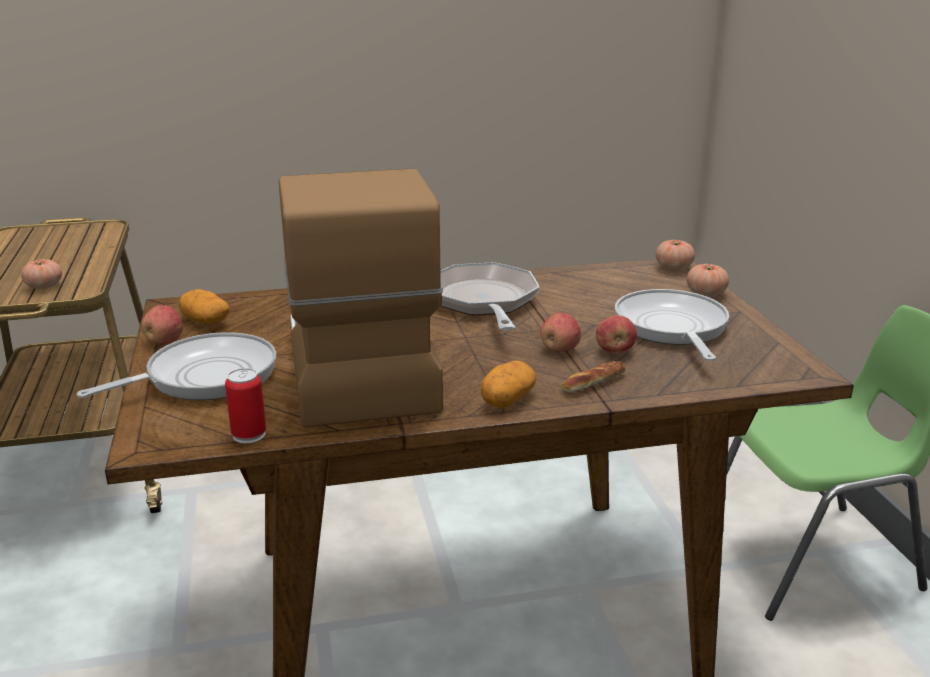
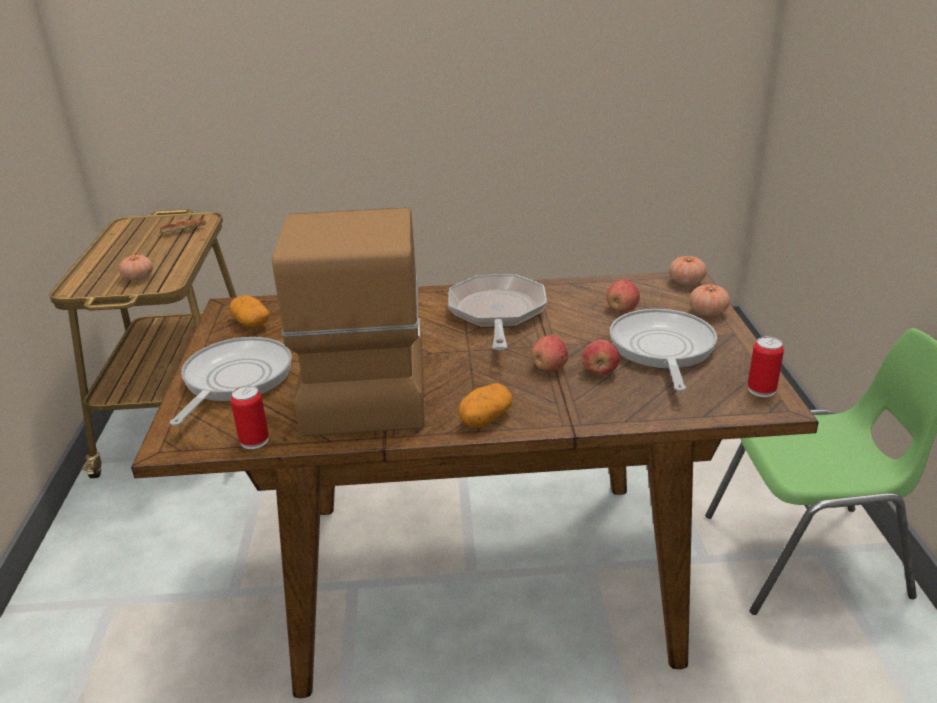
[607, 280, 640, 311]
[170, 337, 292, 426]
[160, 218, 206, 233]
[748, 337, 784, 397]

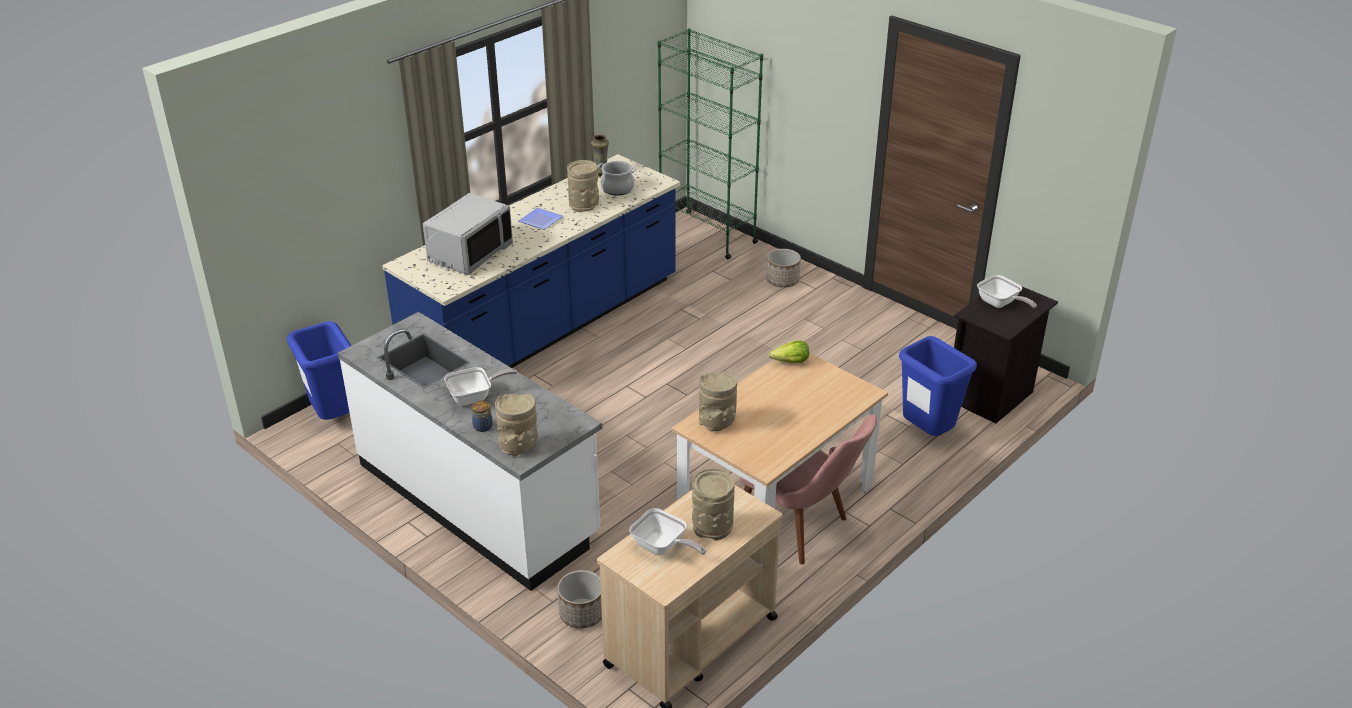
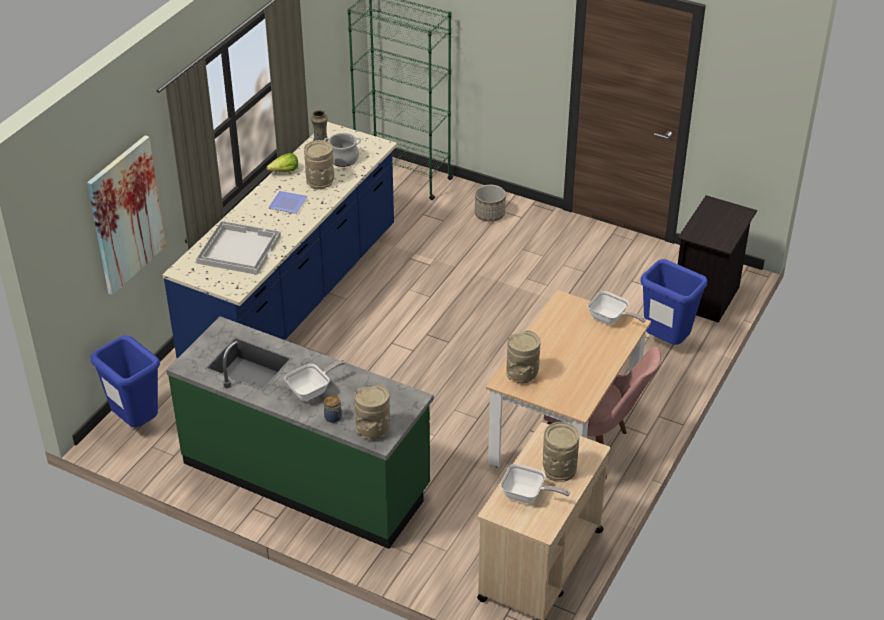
[196, 221, 281, 275]
[587, 291, 646, 325]
[166, 316, 434, 549]
[267, 153, 298, 172]
[557, 570, 602, 628] (first image)
[87, 135, 166, 295]

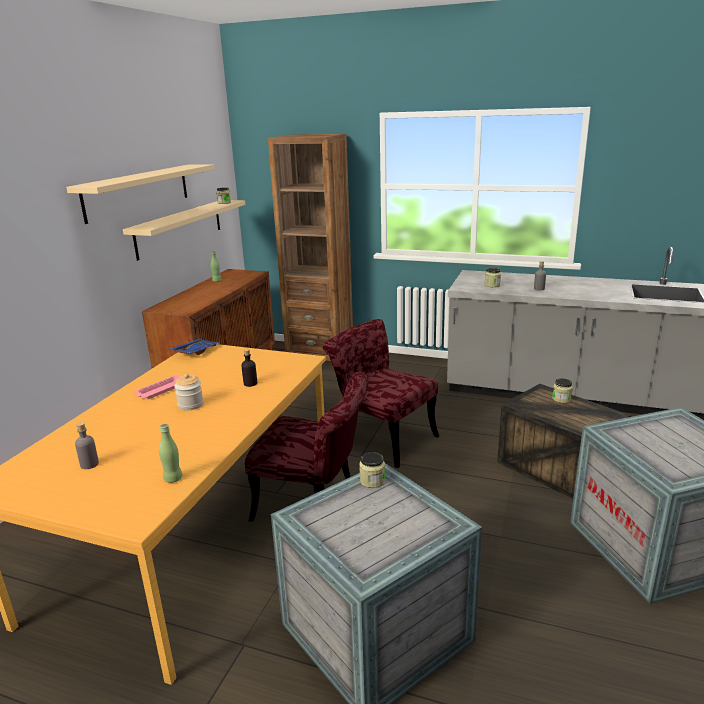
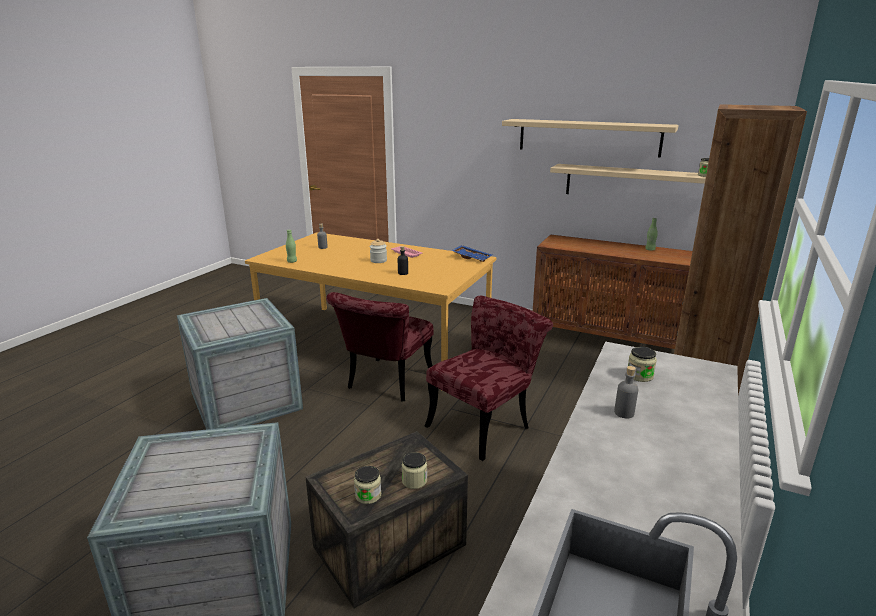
[354, 466, 381, 504]

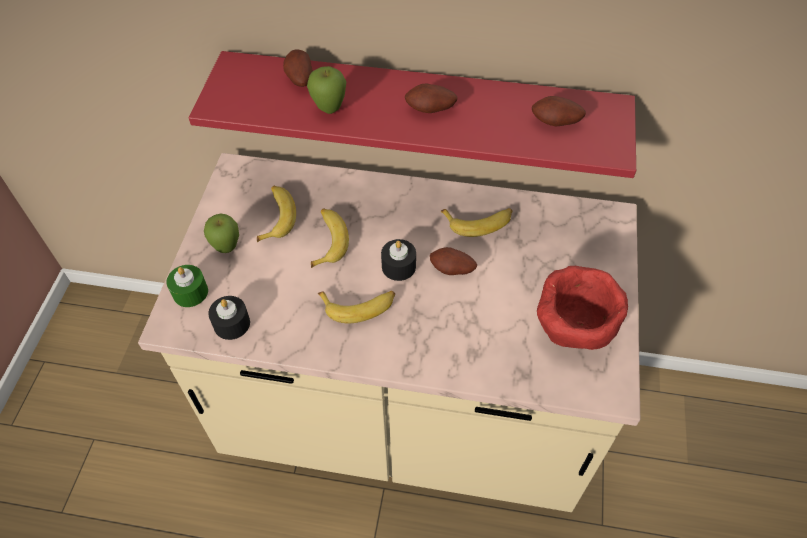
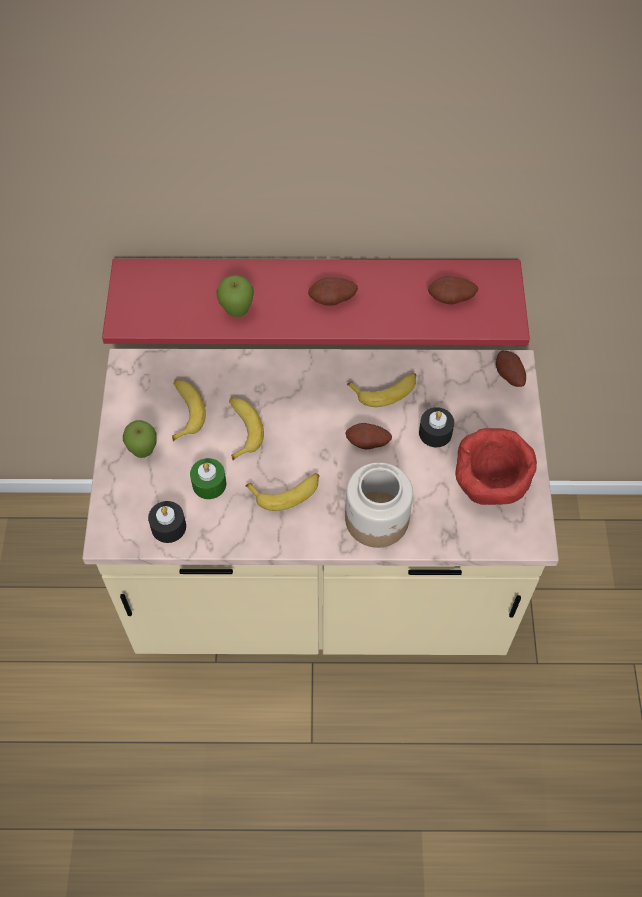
[496, 350, 526, 387]
[419, 407, 454, 447]
[190, 458, 226, 499]
[345, 462, 413, 548]

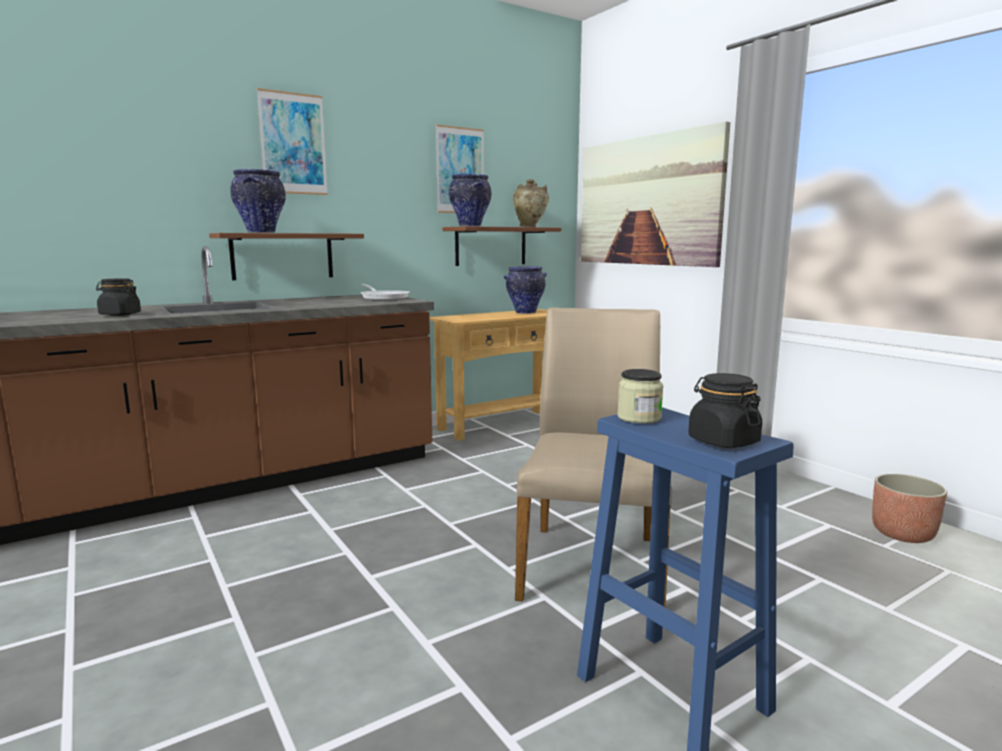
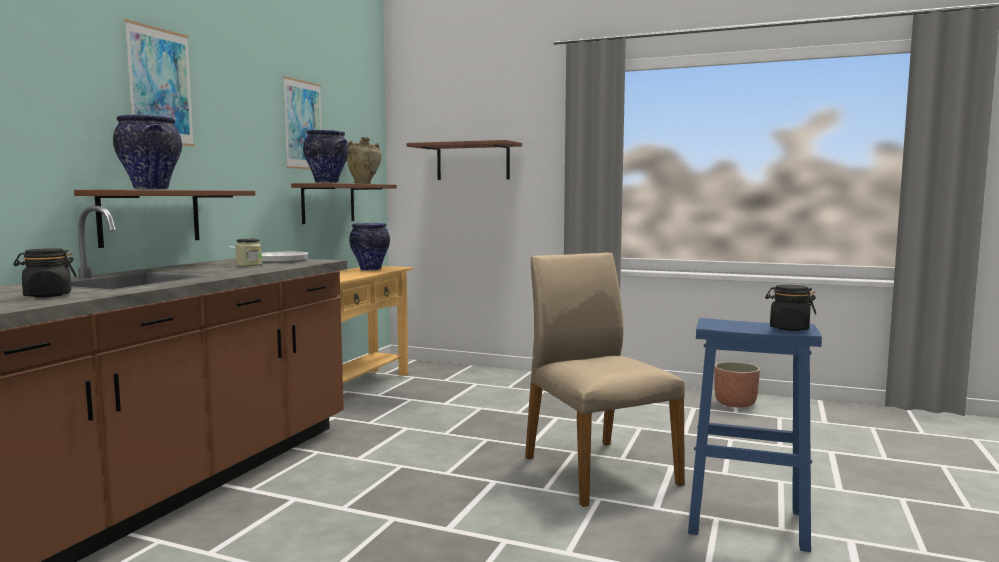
[406, 140, 522, 180]
[236, 239, 262, 266]

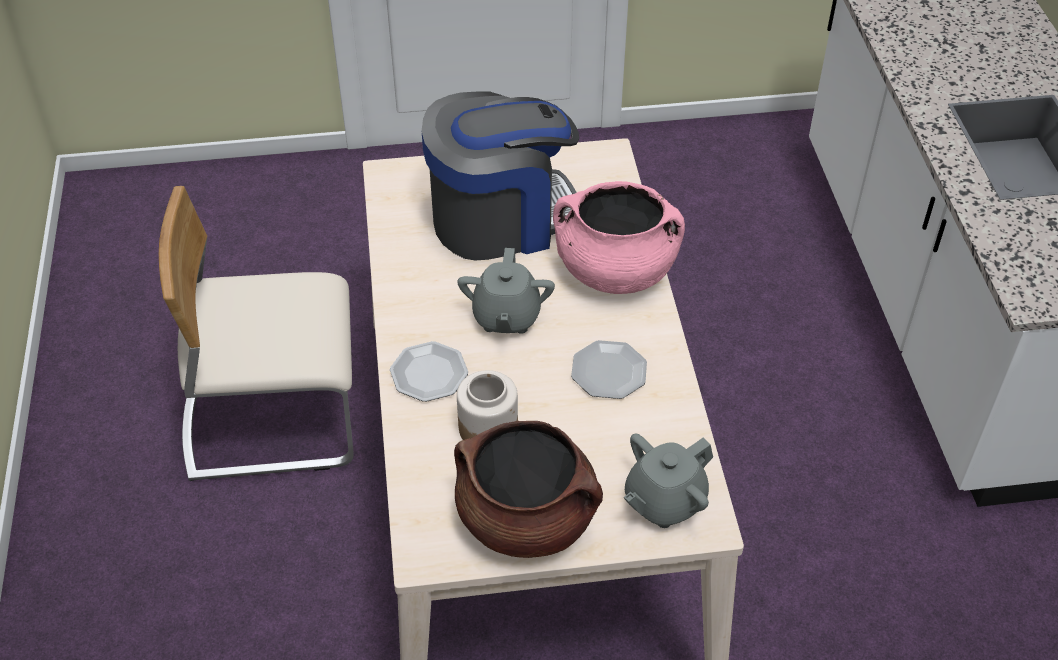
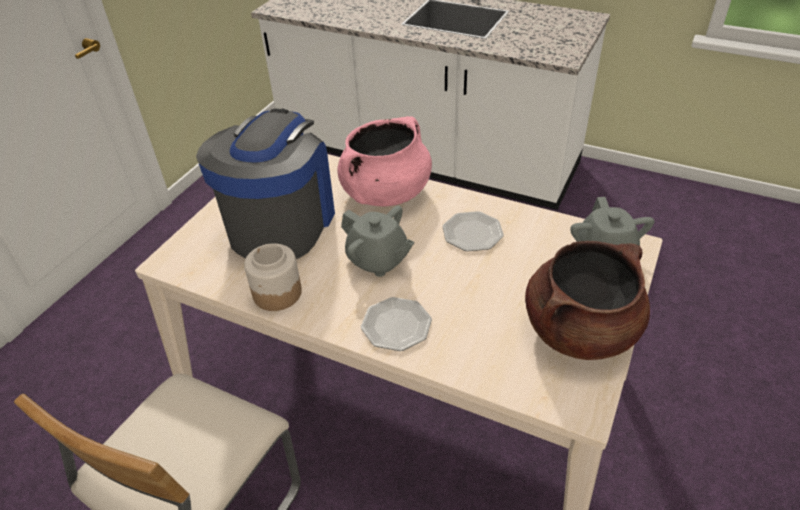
[244, 243, 302, 311]

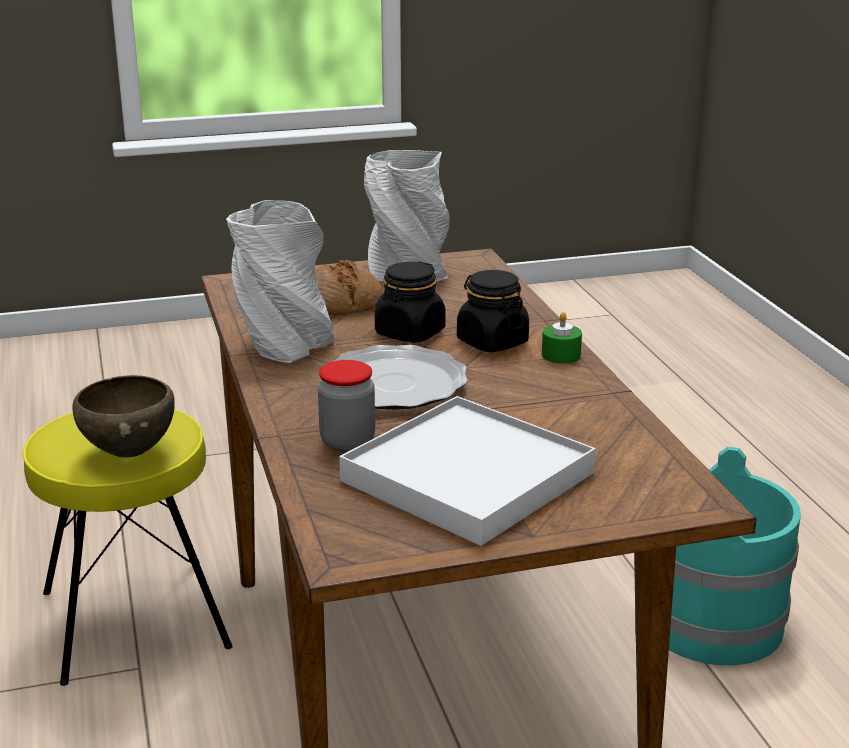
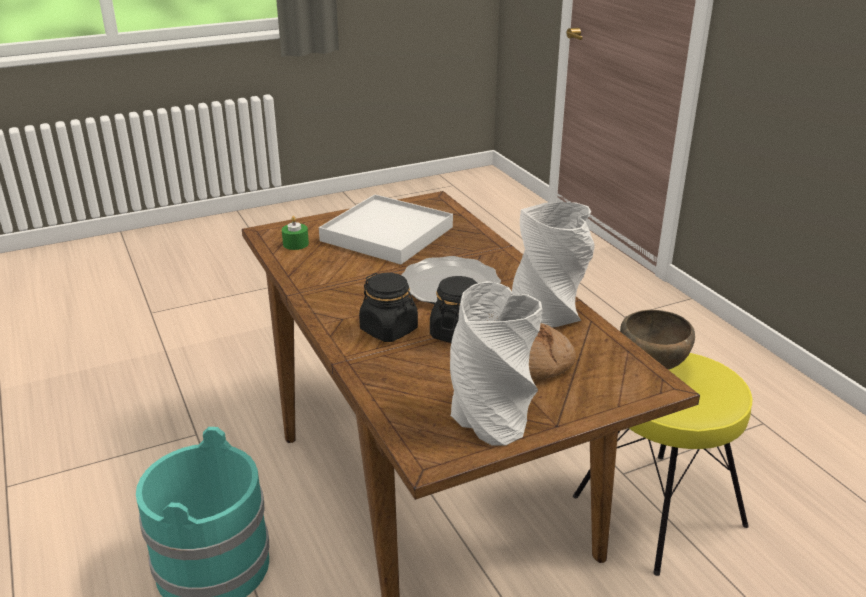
[282, 216, 309, 250]
[318, 360, 375, 452] (first image)

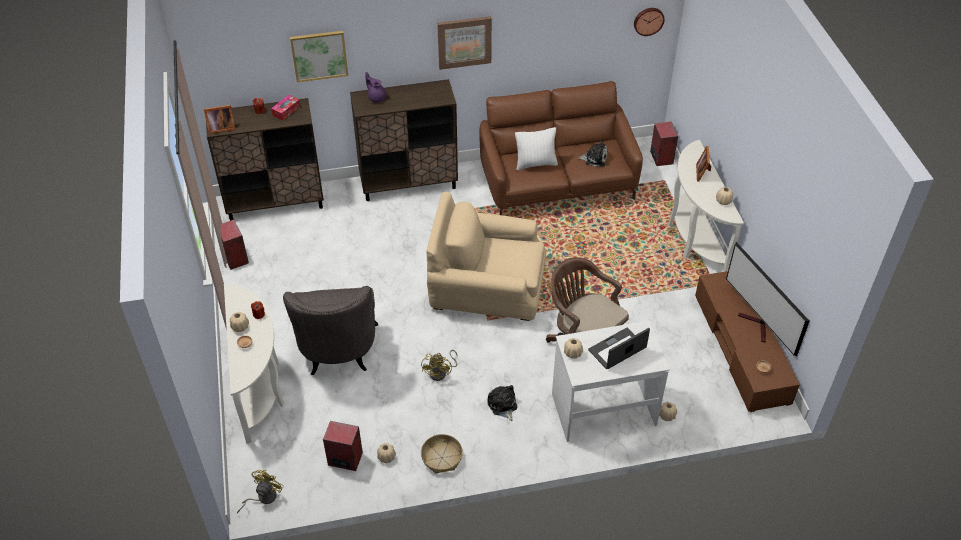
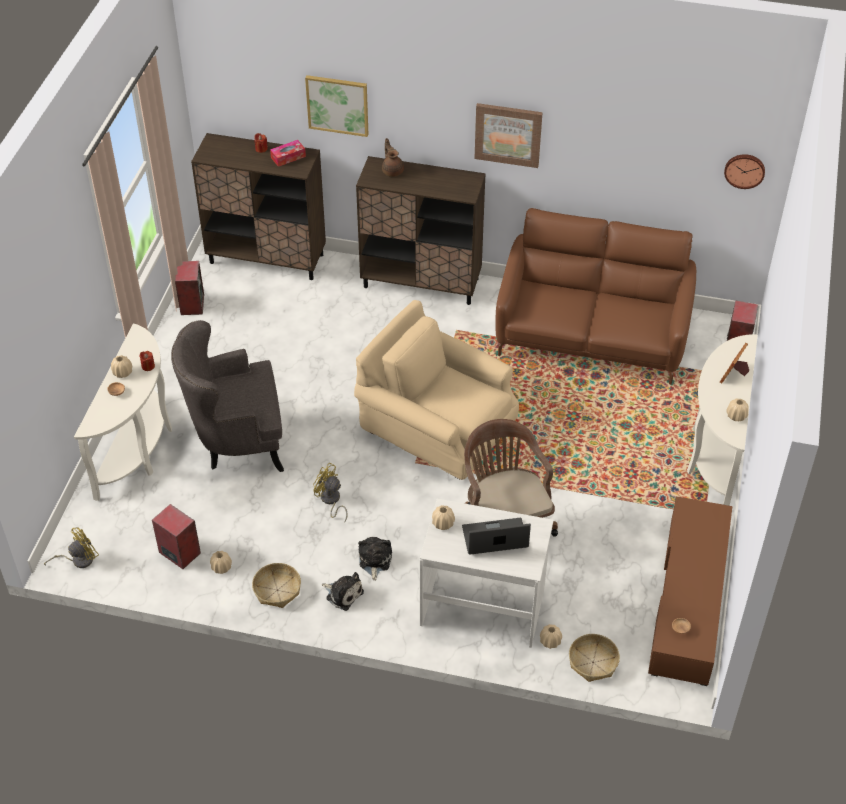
[382, 138, 404, 177]
[204, 105, 236, 134] (first image)
[515, 127, 558, 170] (first image)
[322, 572, 364, 611]
[726, 242, 809, 356] (first image)
[171, 320, 284, 472]
[313, 463, 348, 523]
[569, 634, 620, 682]

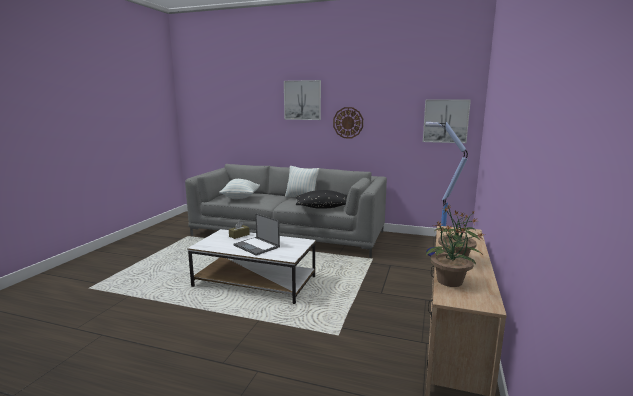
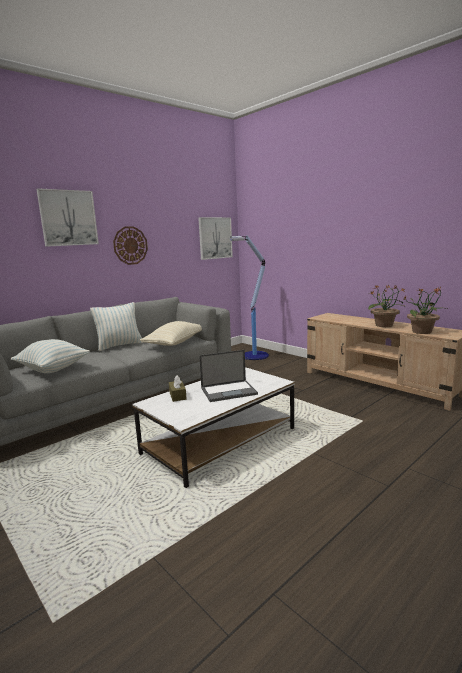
[140, 321, 202, 346]

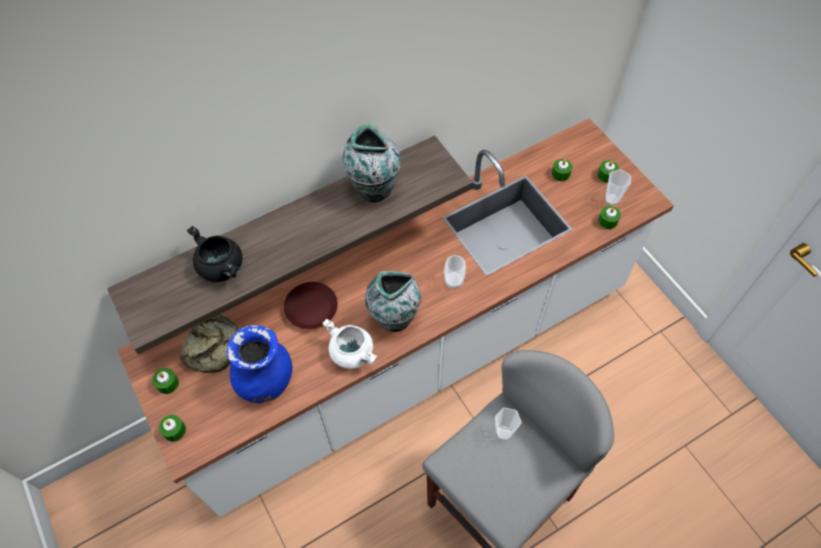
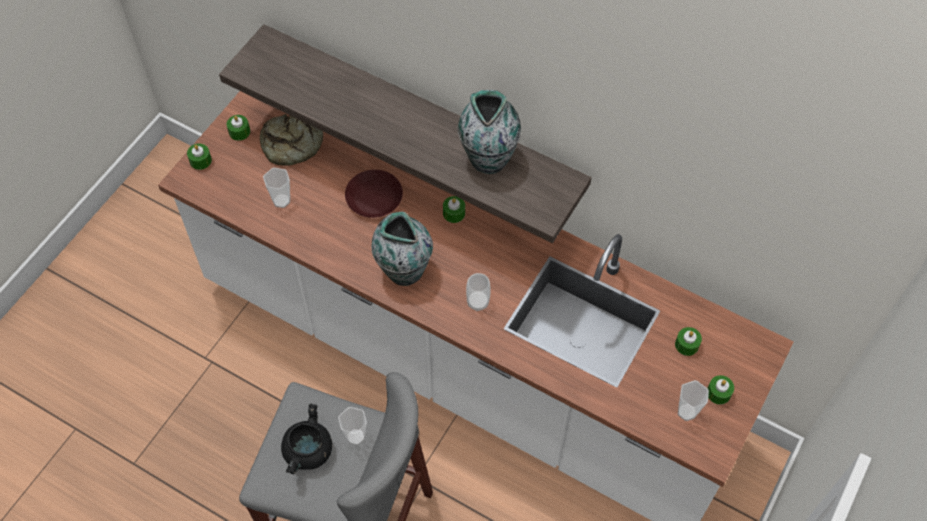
[443, 196, 465, 223]
[281, 403, 332, 474]
[322, 319, 377, 369] (first image)
[263, 168, 290, 208]

